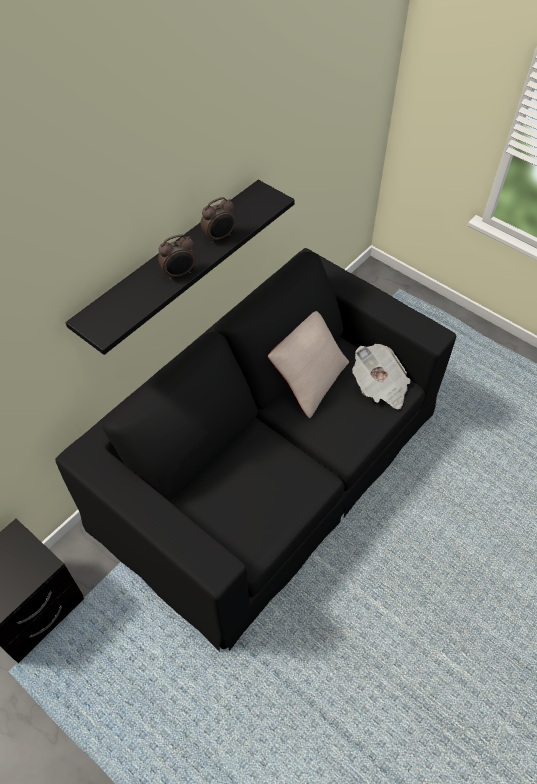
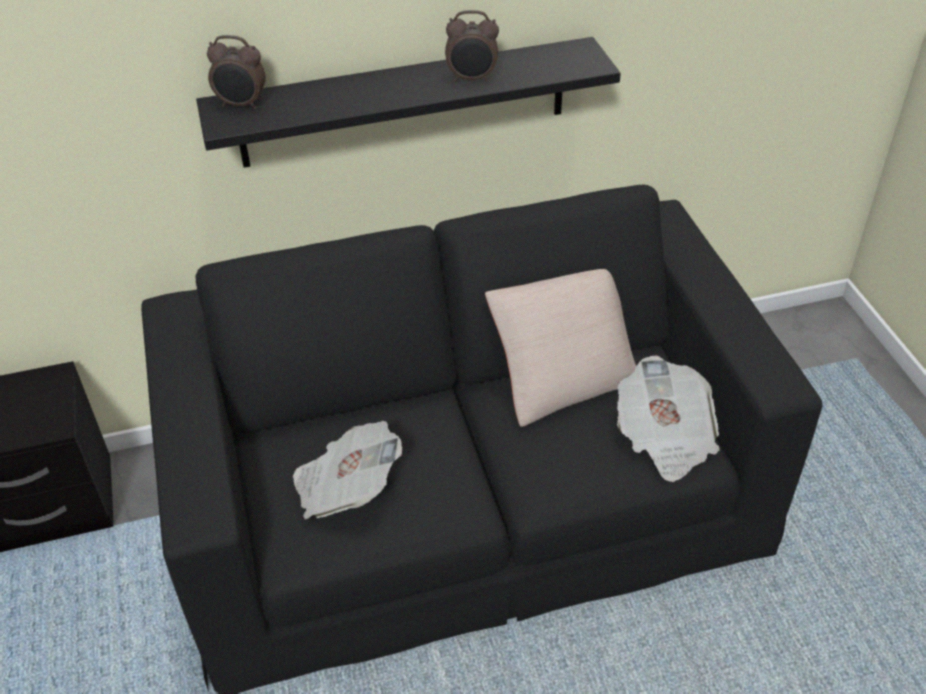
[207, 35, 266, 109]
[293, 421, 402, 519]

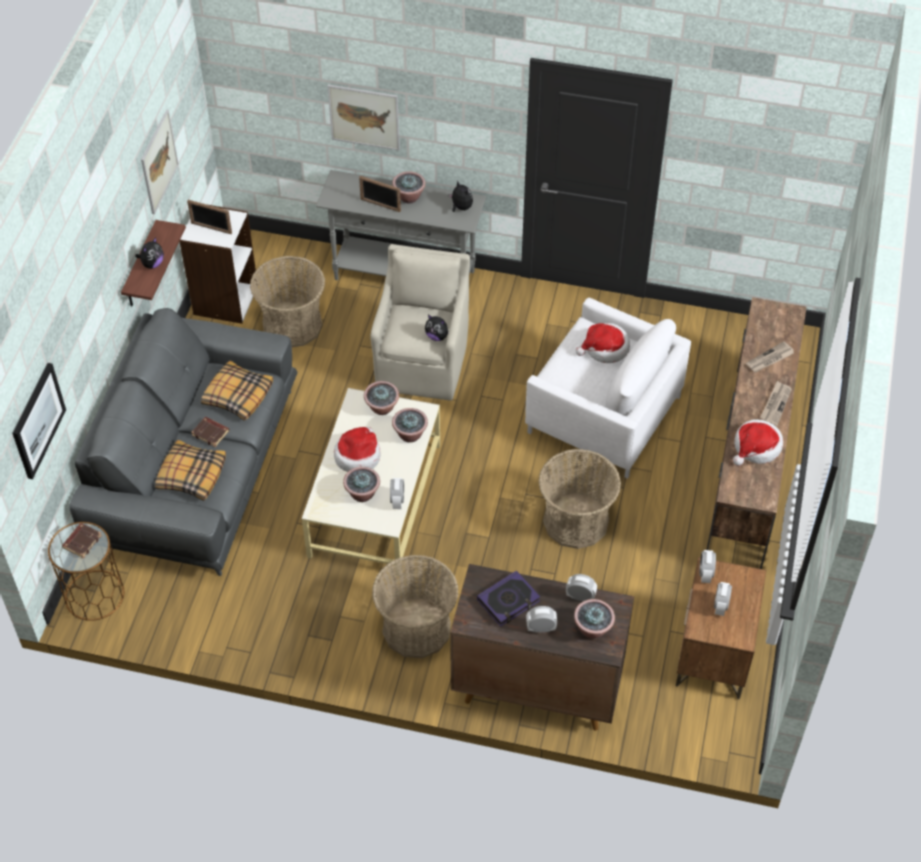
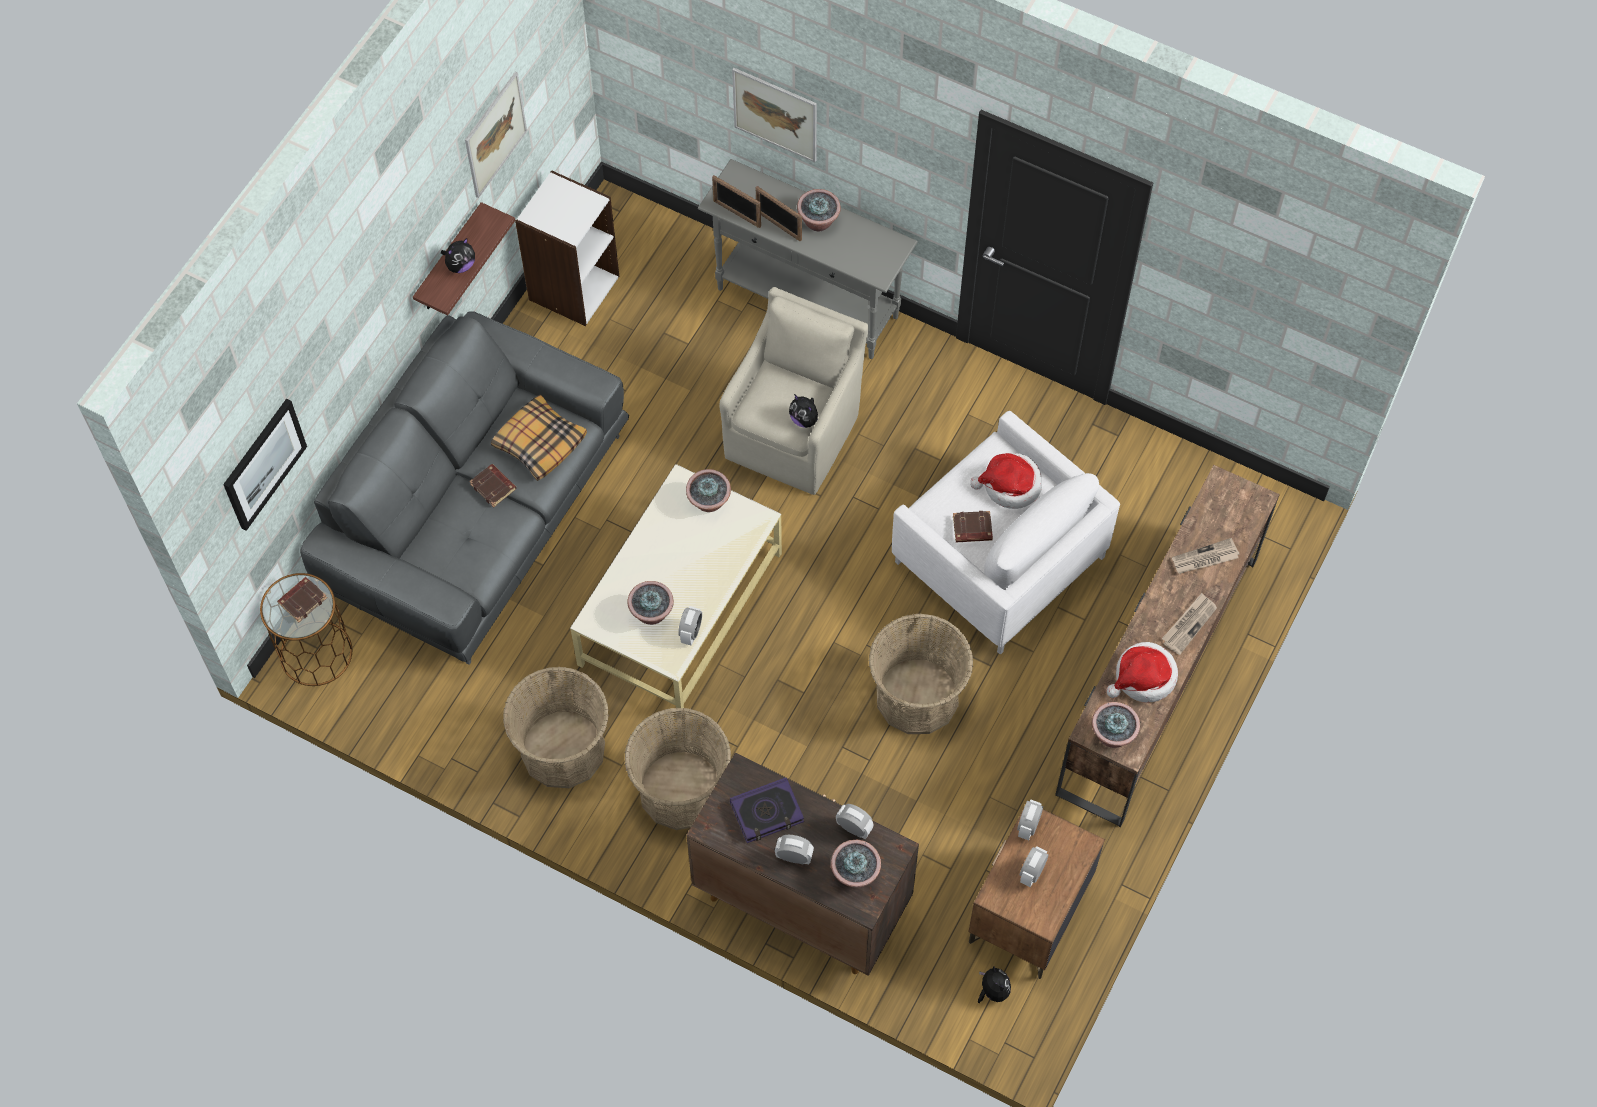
[978, 966, 1011, 1003]
[712, 175, 761, 228]
[503, 667, 609, 788]
[1092, 702, 1140, 748]
[334, 427, 380, 472] (first image)
[155, 440, 226, 501] (first image)
[953, 511, 993, 542]

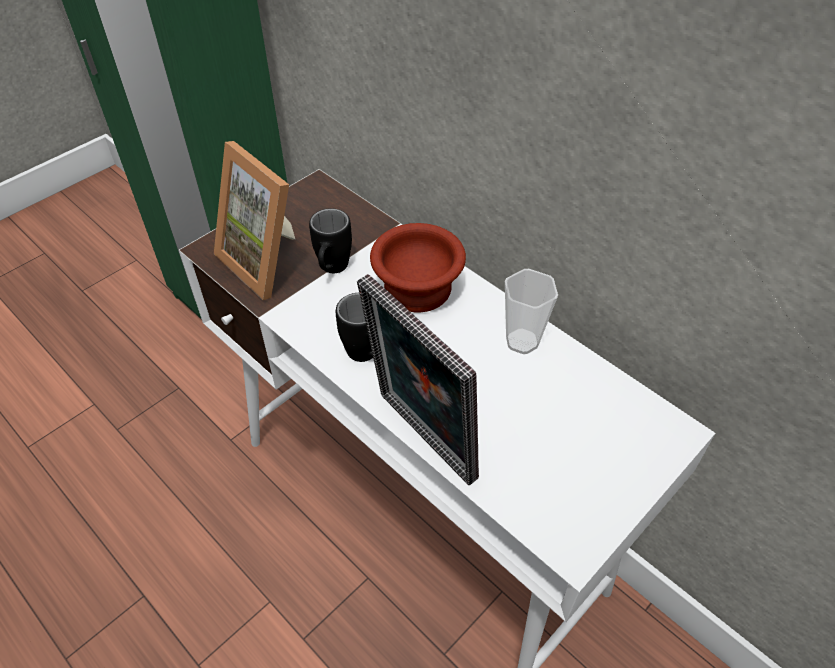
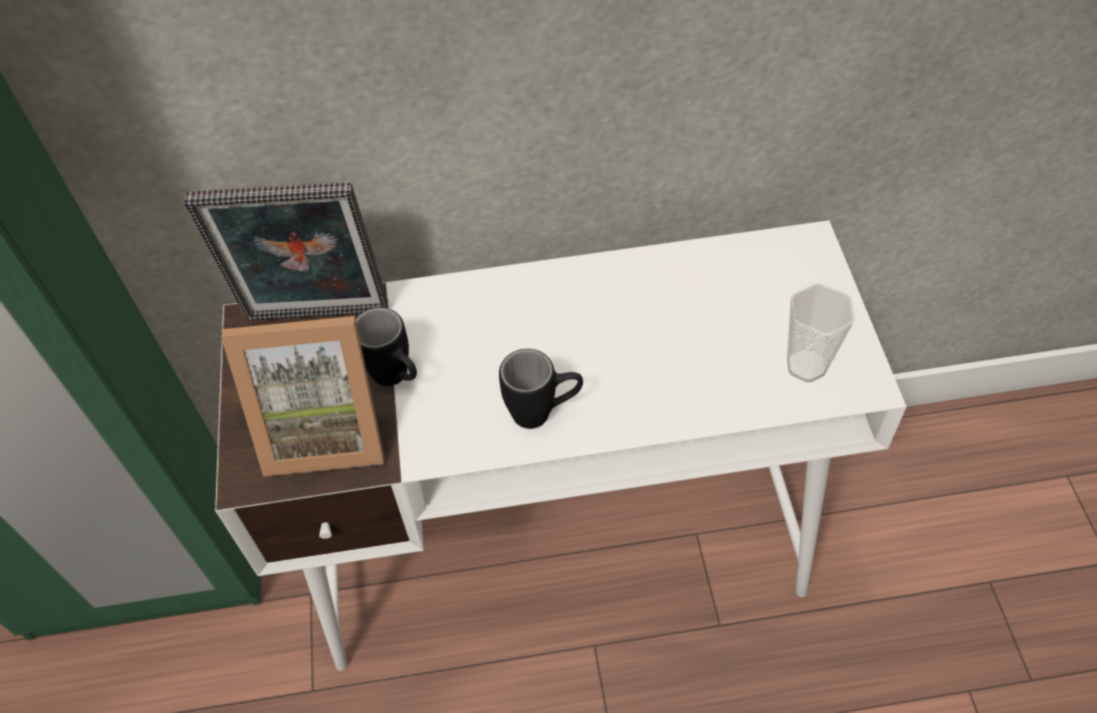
[370, 223, 466, 312] (first image)
[787, 283, 855, 382]
[184, 182, 388, 321]

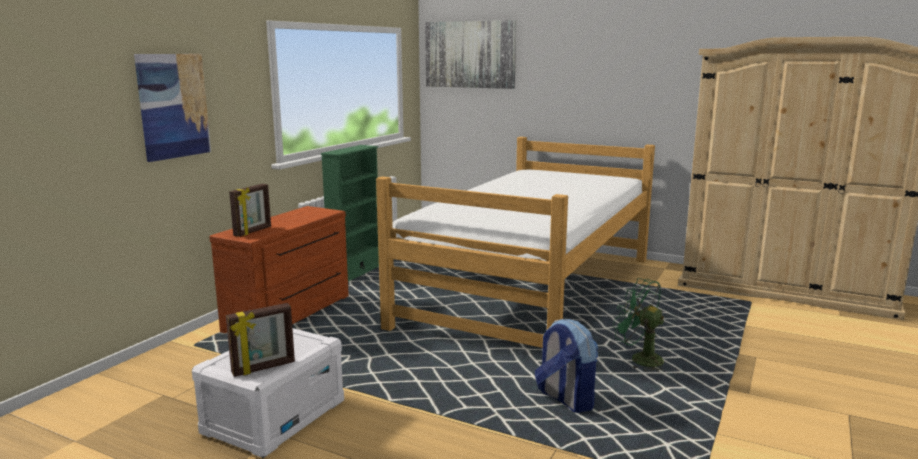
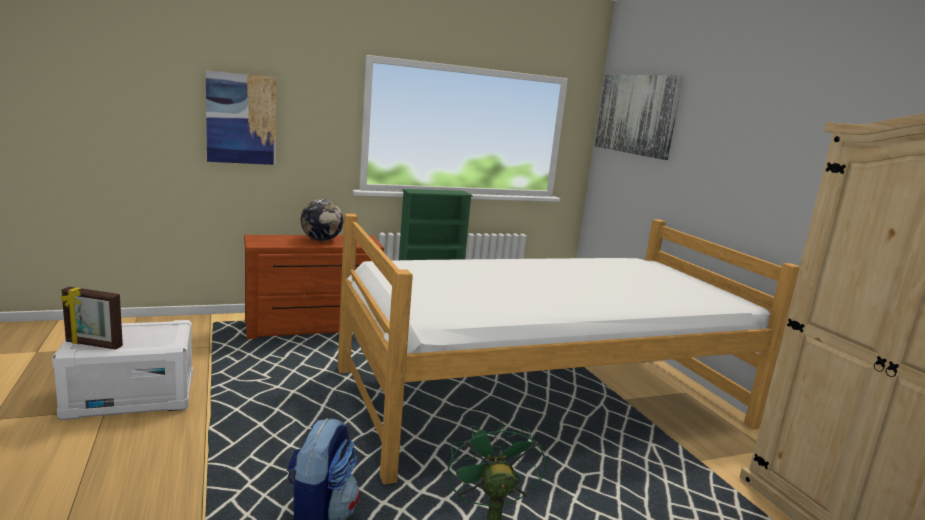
[229, 184, 271, 237] (first image)
[301, 199, 343, 241]

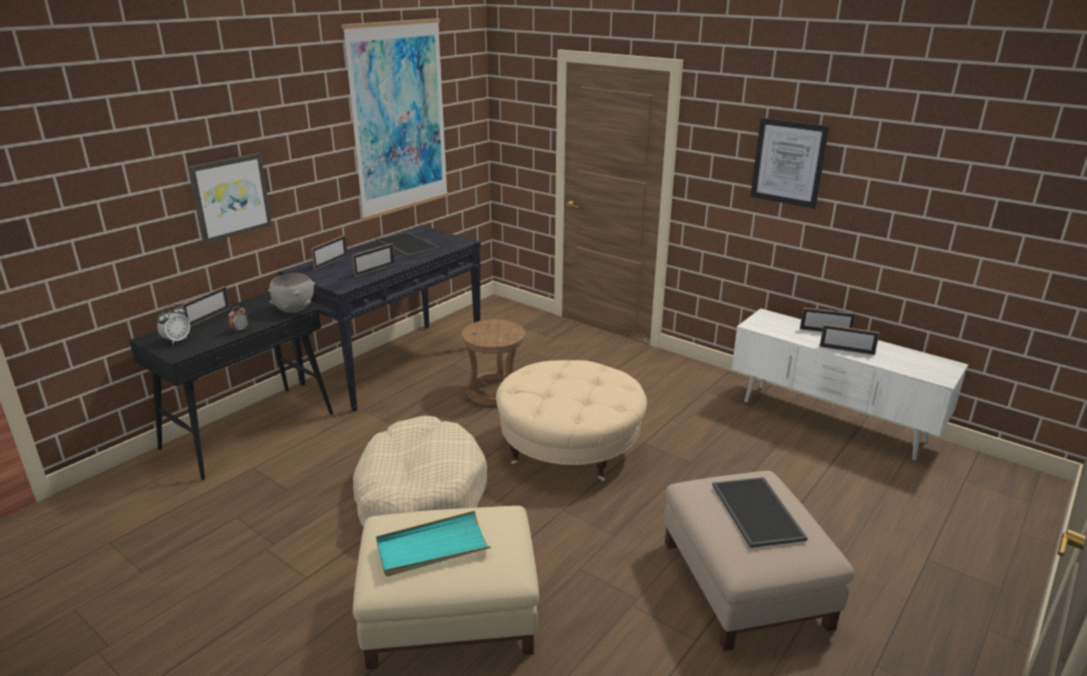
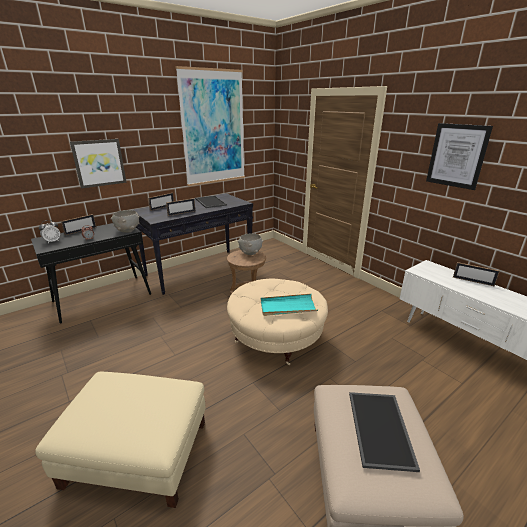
[819, 324, 880, 355] (first image)
[353, 416, 487, 527] (first image)
[261, 294, 318, 316]
[238, 233, 263, 255]

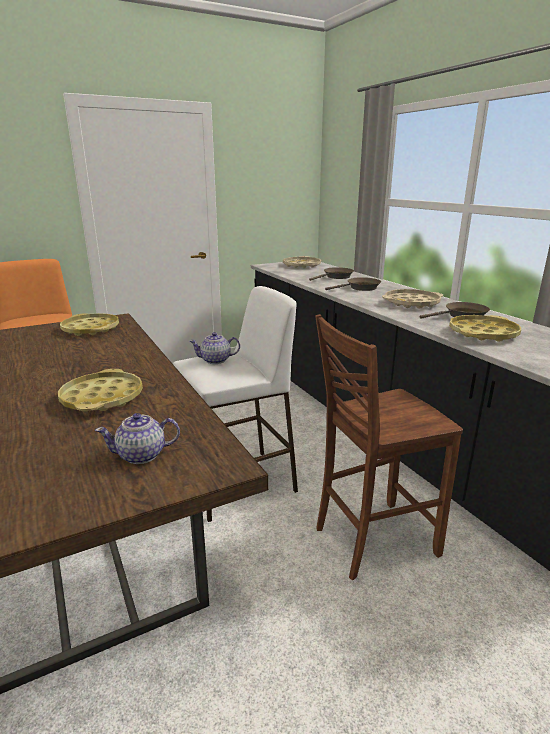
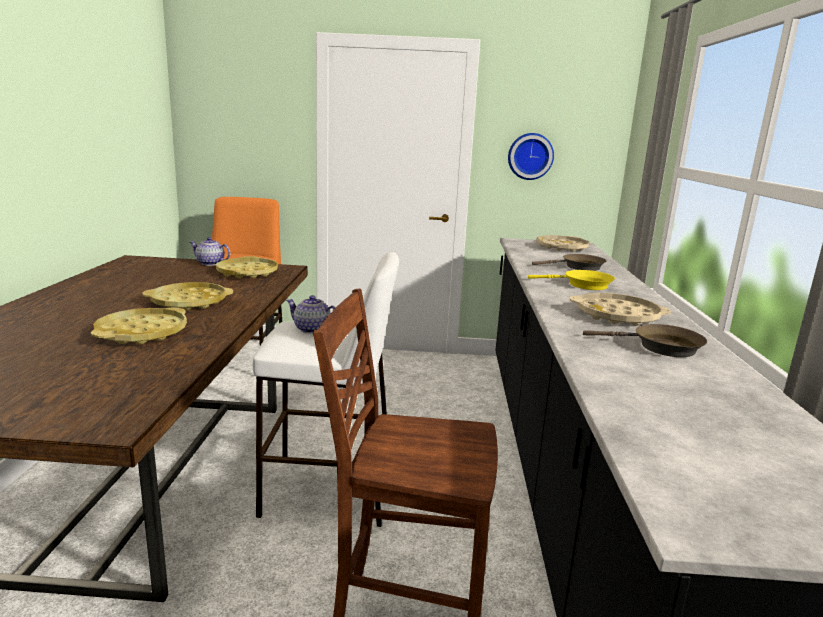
[528, 270, 615, 290]
[142, 282, 233, 310]
[190, 237, 231, 266]
[508, 133, 554, 180]

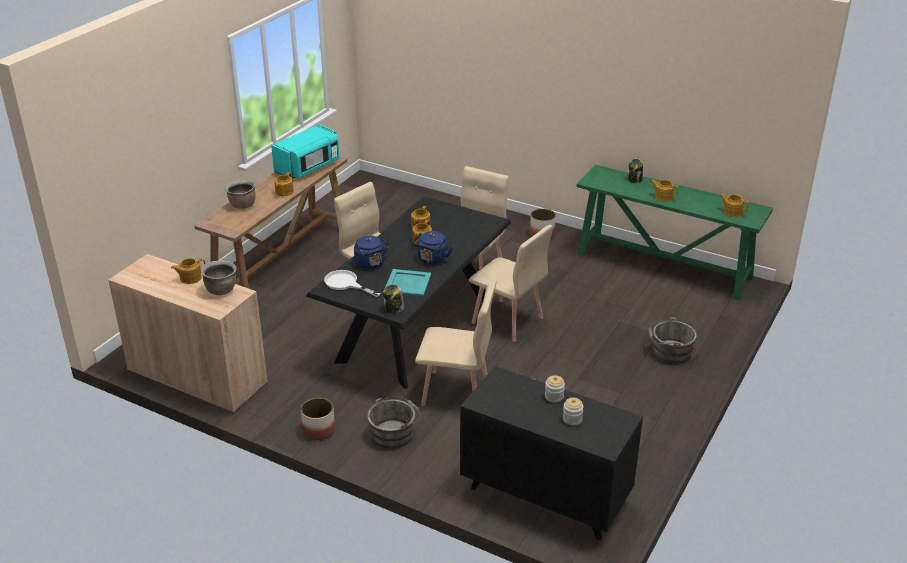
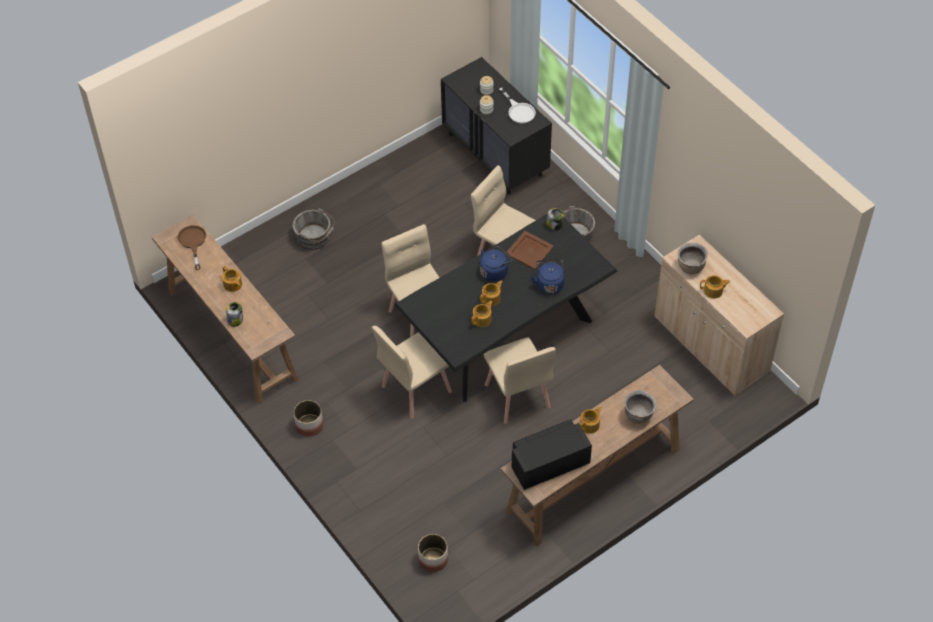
[512, 419, 592, 490]
[152, 215, 299, 404]
[178, 225, 206, 270]
[505, 231, 554, 270]
[499, 87, 536, 124]
[418, 534, 448, 572]

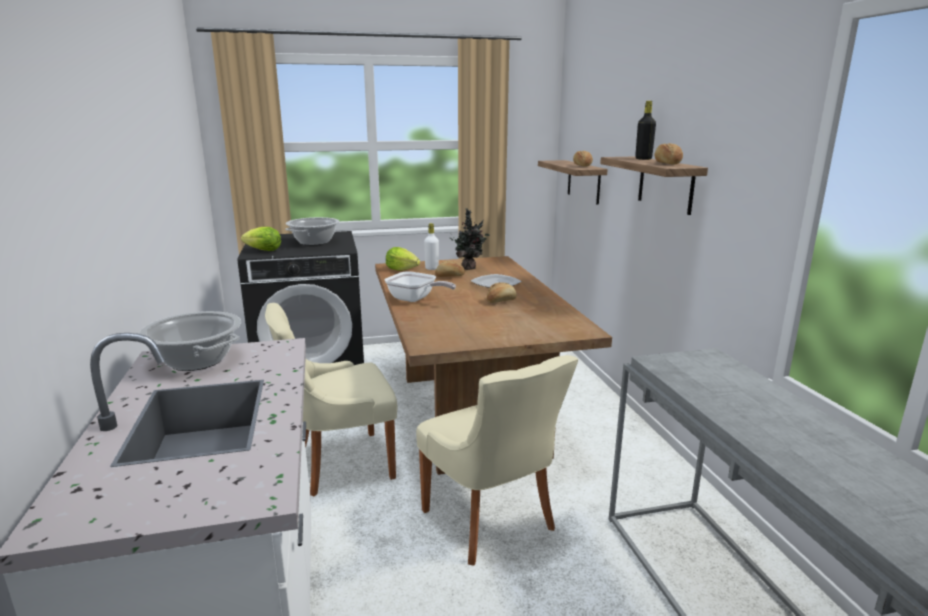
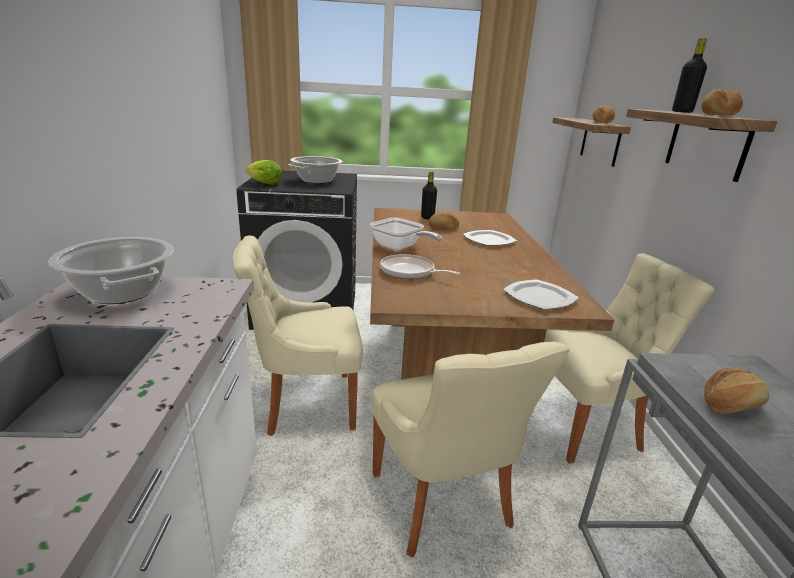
[449, 209, 490, 270] (first image)
[421, 171, 437, 219]
[386, 247, 420, 271] (first image)
[704, 367, 769, 413]
[544, 253, 714, 464]
[380, 254, 460, 279]
[503, 280, 579, 310]

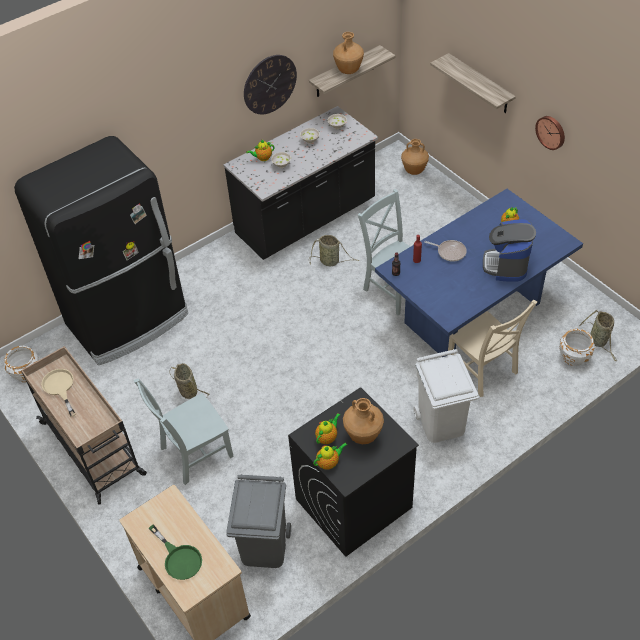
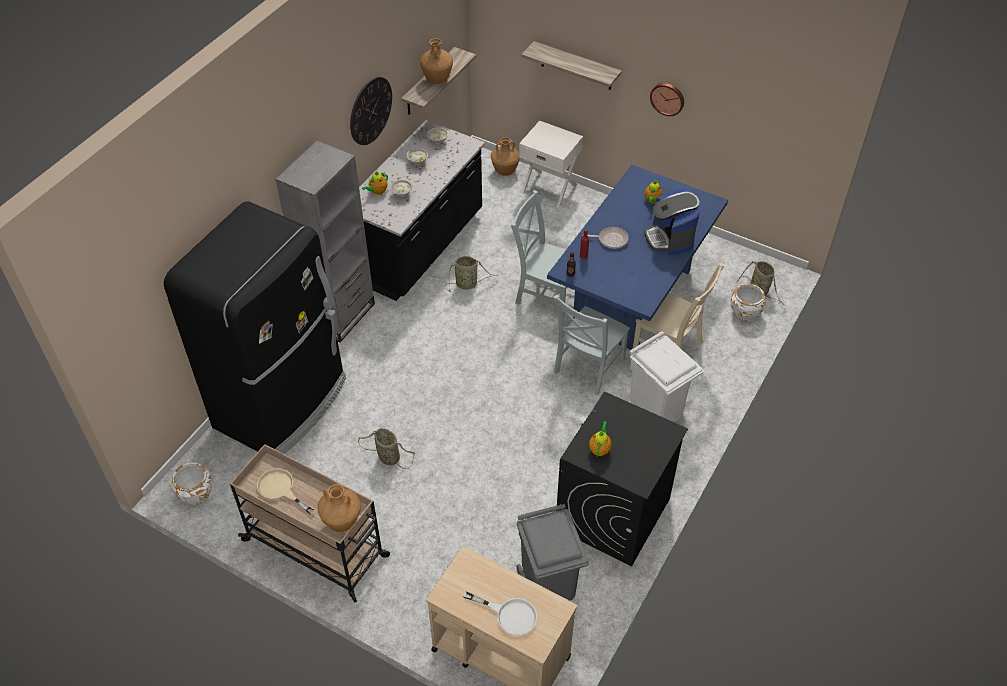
[553, 295, 630, 395]
[318, 484, 361, 532]
[313, 442, 347, 470] (first image)
[463, 591, 537, 635]
[519, 121, 583, 208]
[275, 141, 375, 342]

